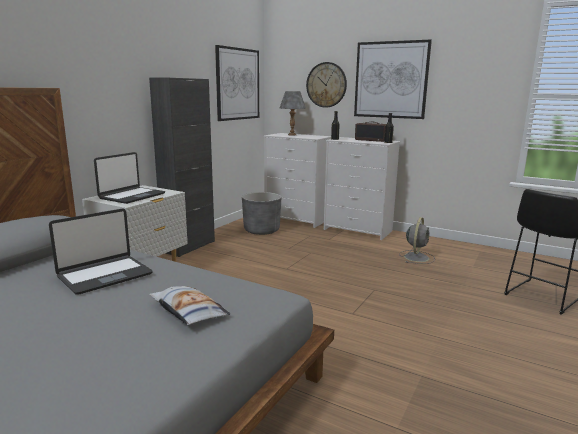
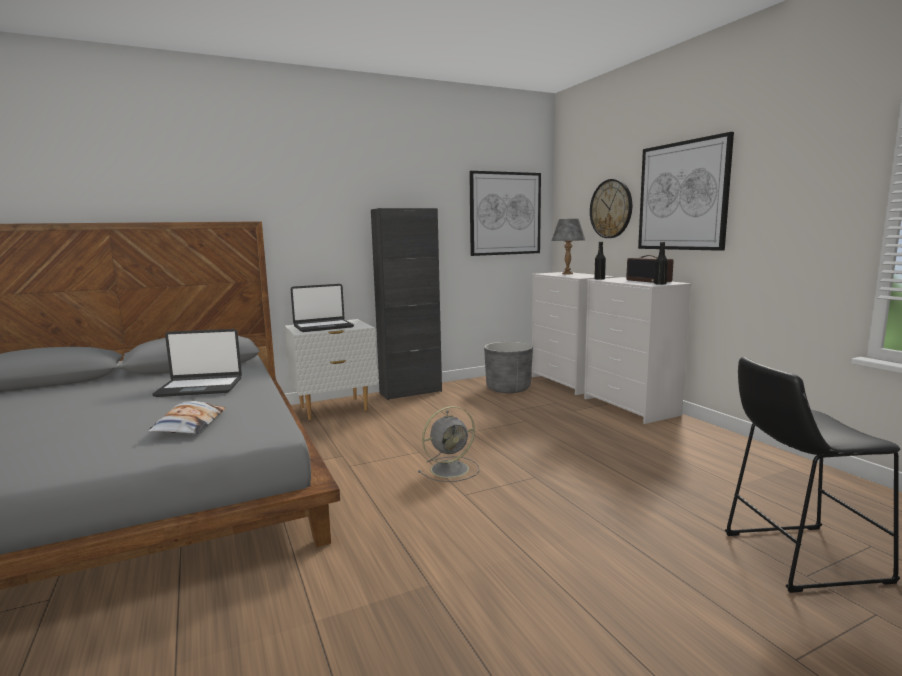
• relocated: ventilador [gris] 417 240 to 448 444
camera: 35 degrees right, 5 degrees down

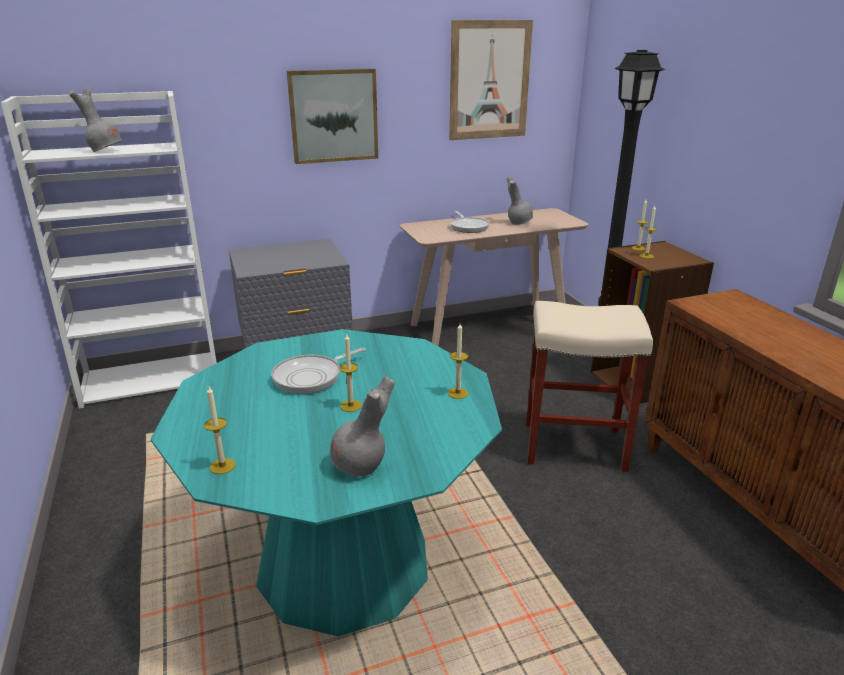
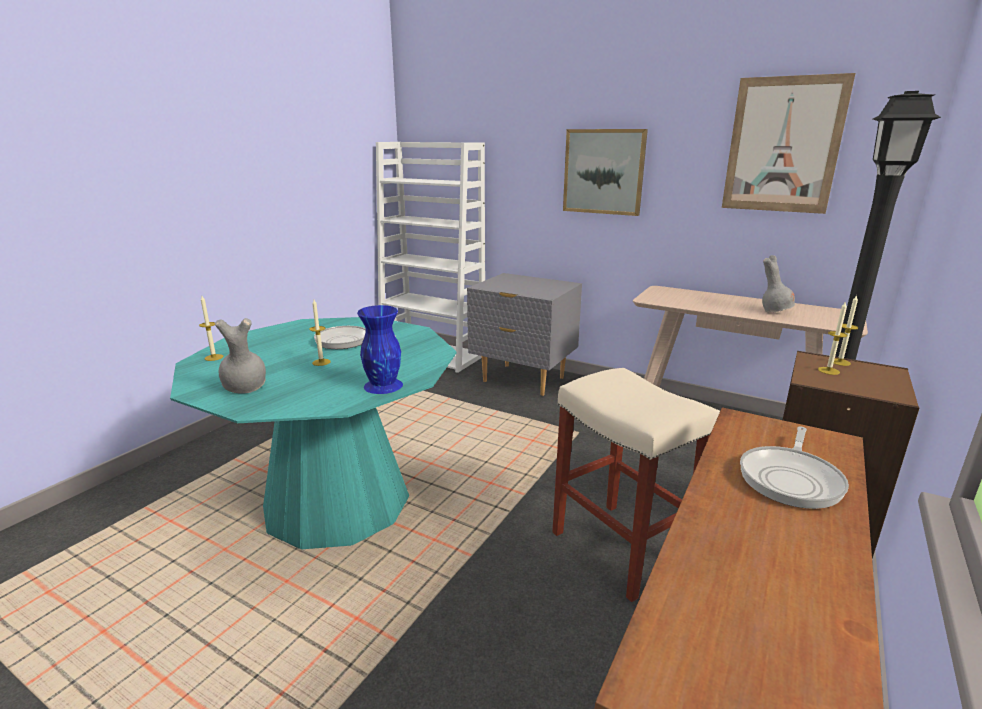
• missing: florero [gris] 95 120
• relocated: sartén 470 222 to 794 467
• exchanged: vela 458 361 to florero [azul] 380 349
camera: 50 degrees right, 5 degrees down

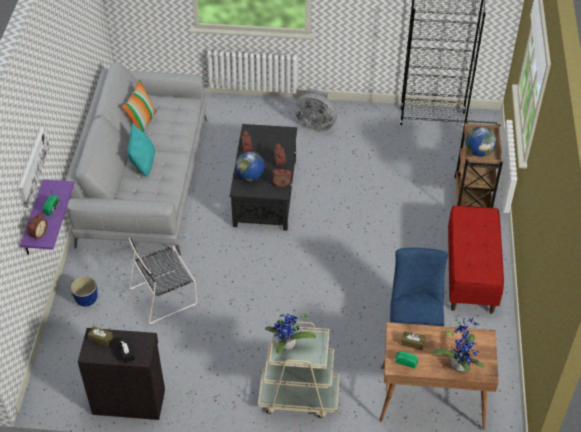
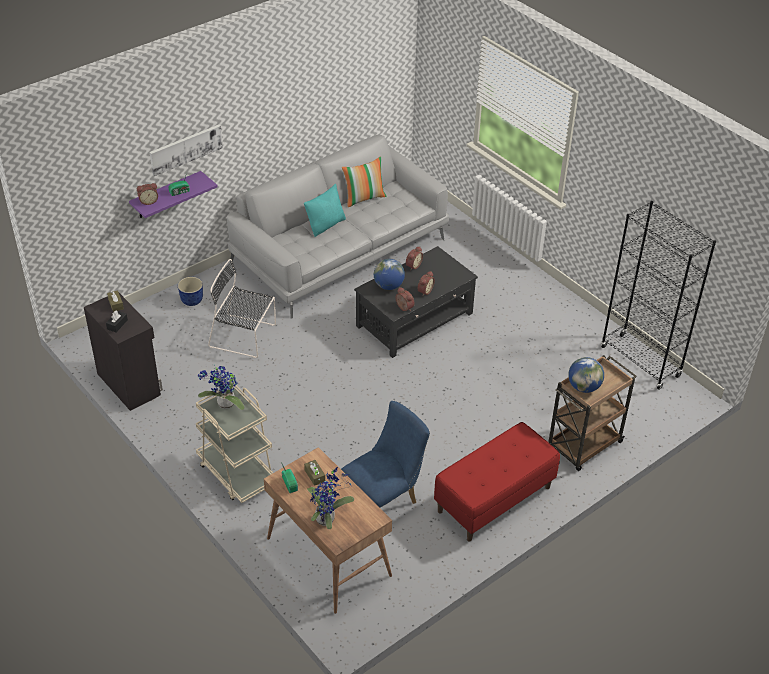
• missing: ventilador [gris] 316 109
camera: 45 degrees right, 5 degrees down

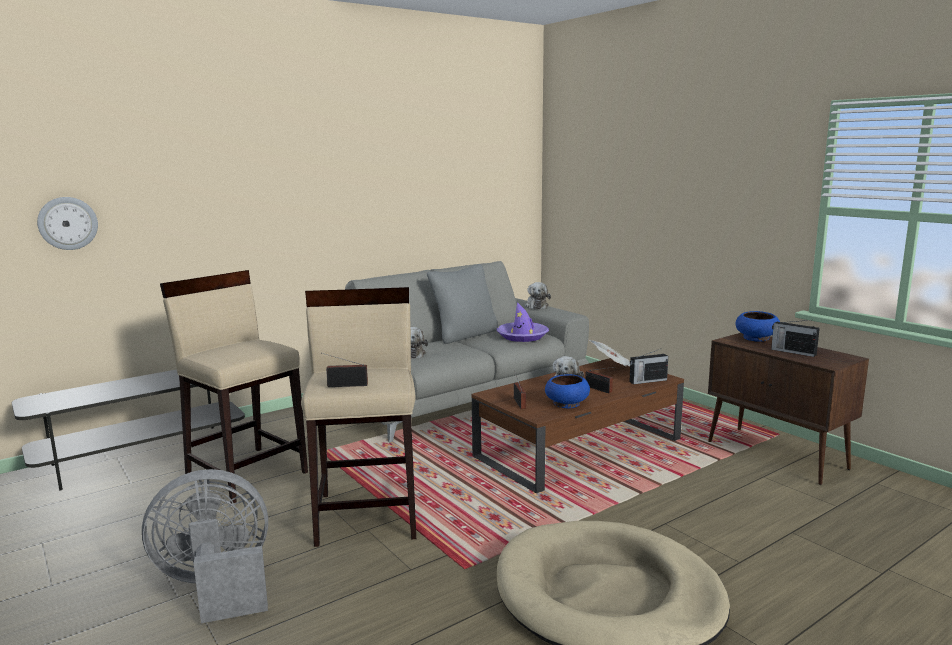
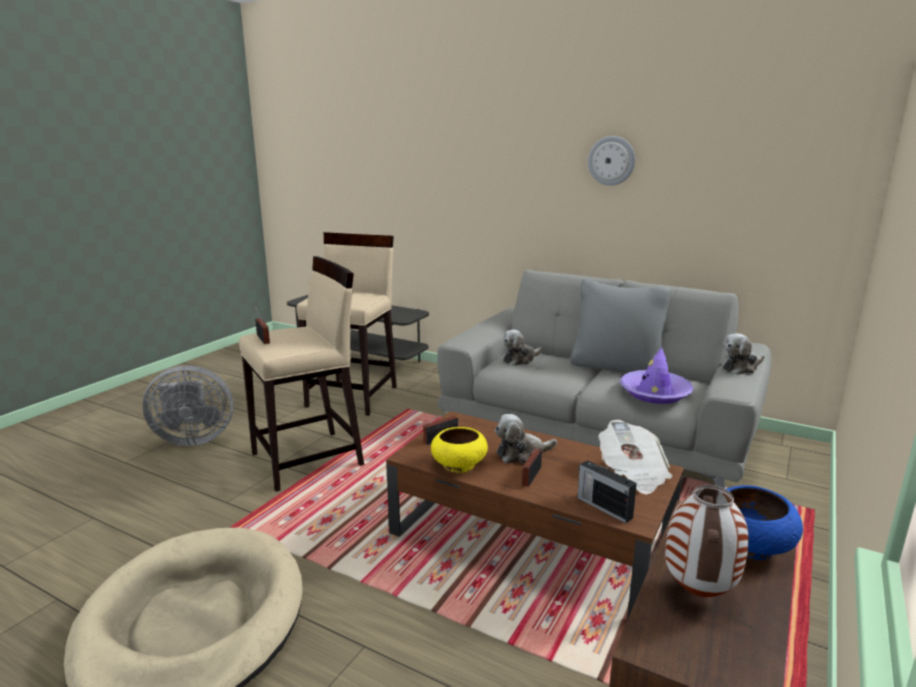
• relocated: reloj de pared 67 223 to 611 161
• exchanged: radio 795 338 to florero 706 540
• colour: cuenco [azul] 567 391 to cuenco [amarillo] 459 450
• spun: ventilador [gris] 205 546 = 187 405 120 degrees clockwise
camera: 65 degrees right, 5 degrees up

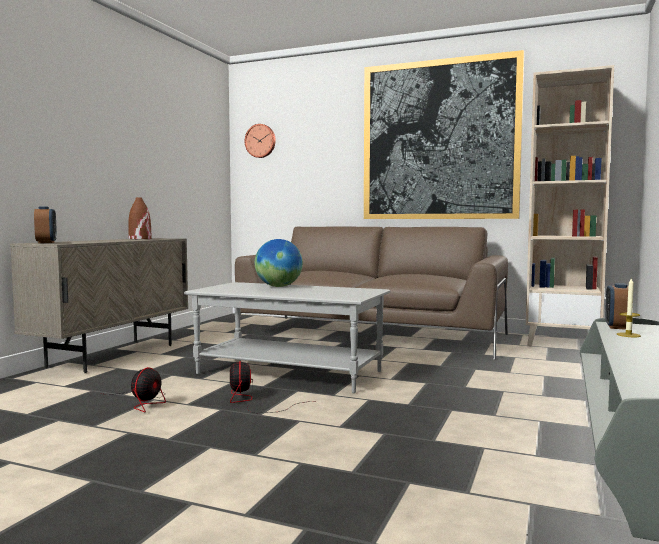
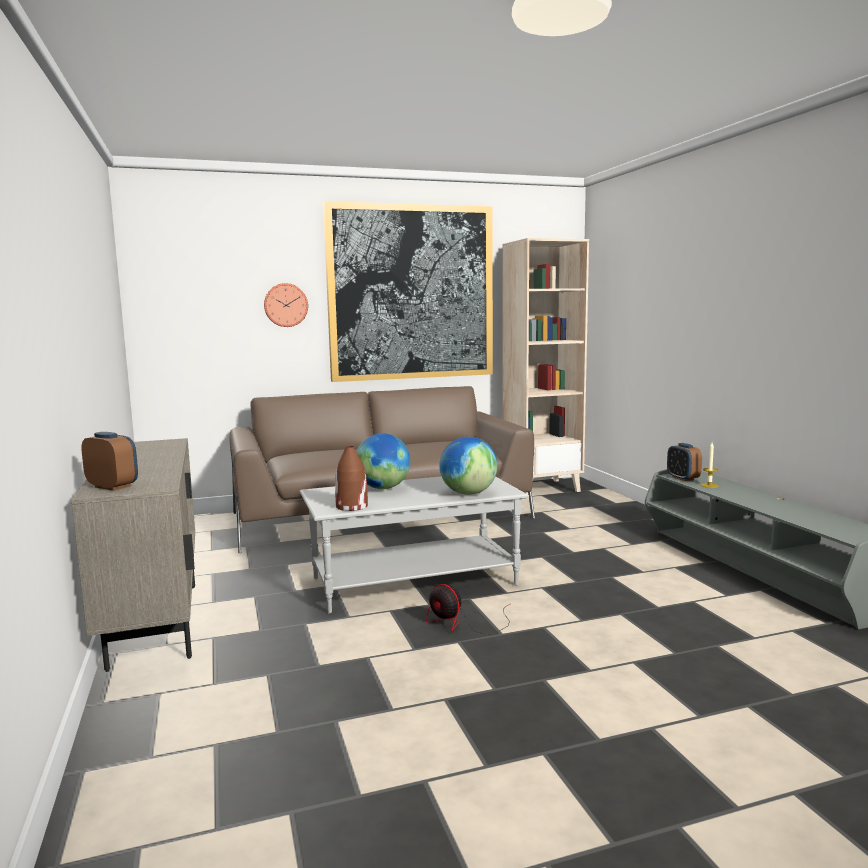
• missing: ventilador 133 389
• appeared: globo terráqueo 468 466
• relocated: florero [marrón] 139 218 to 351 478
• relocated: reloj de pared 260 141 to 286 305
camera: 40 degrees left, 5 degrees up

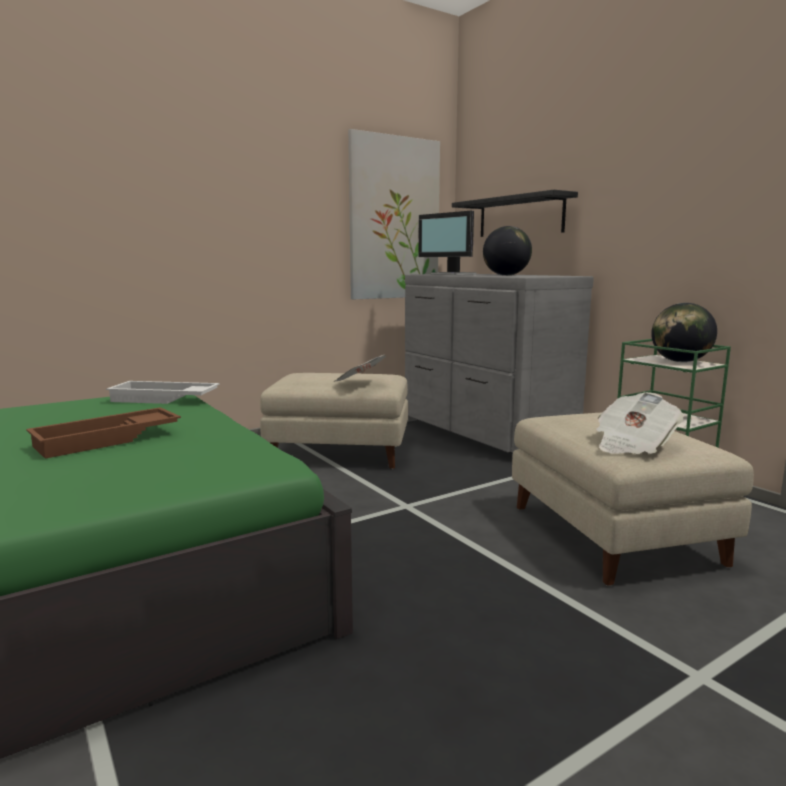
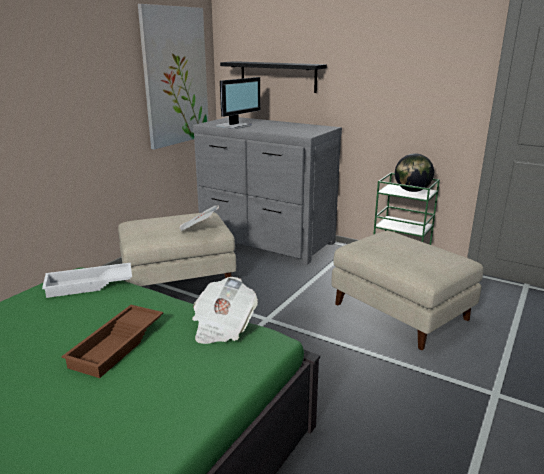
• missing: globo terráqueo 507 251
• relocated: periódico 639 423 to 225 310
• spun: monitor 447 243 = 238 103 75 degrees counterclockwise
camera: 25 degrees left, 10 degrees up

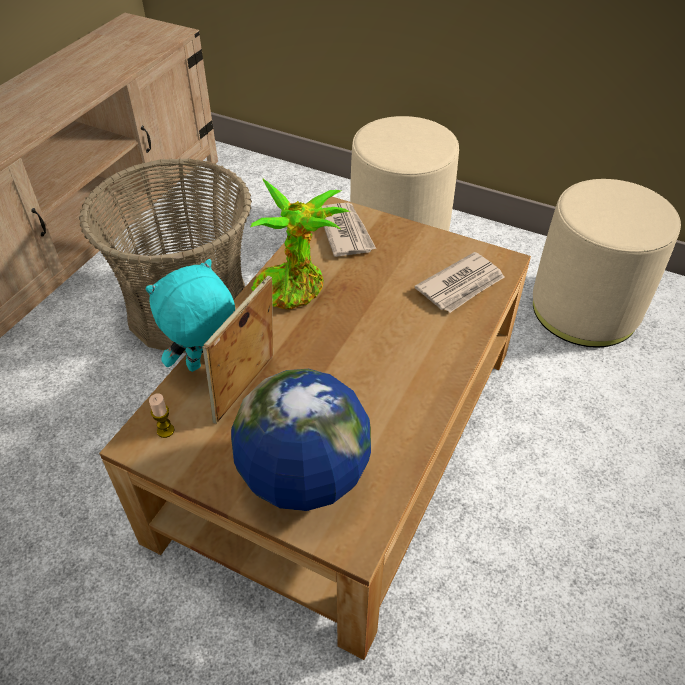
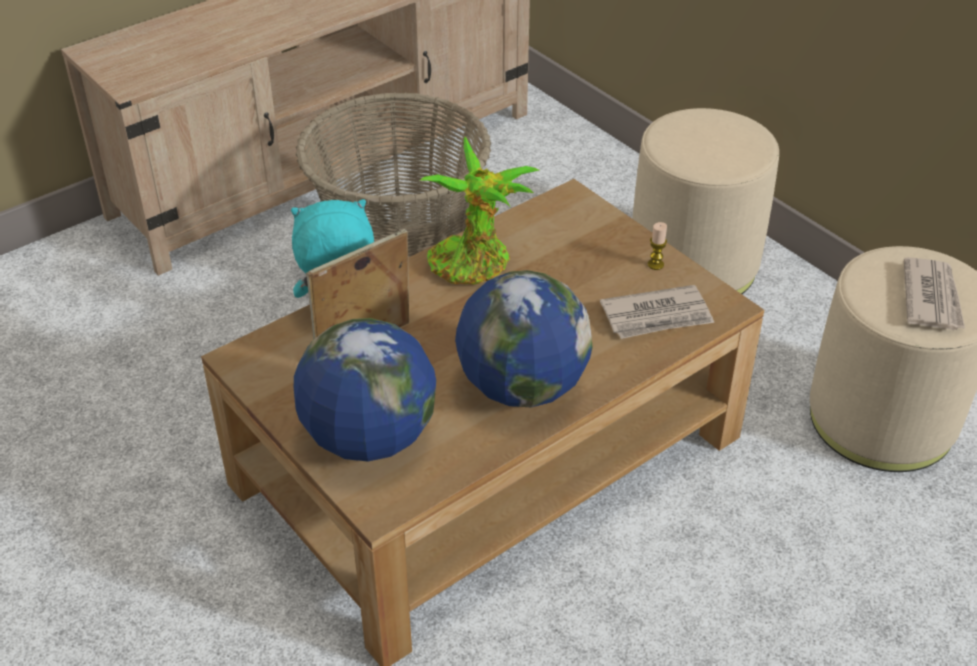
• appeared: globo terráqueo 524 338
• relocated: vela 162 415 to 657 246
• relocated: periódico 349 230 to 934 293
camera: 25 degrees right, 5 degrees down

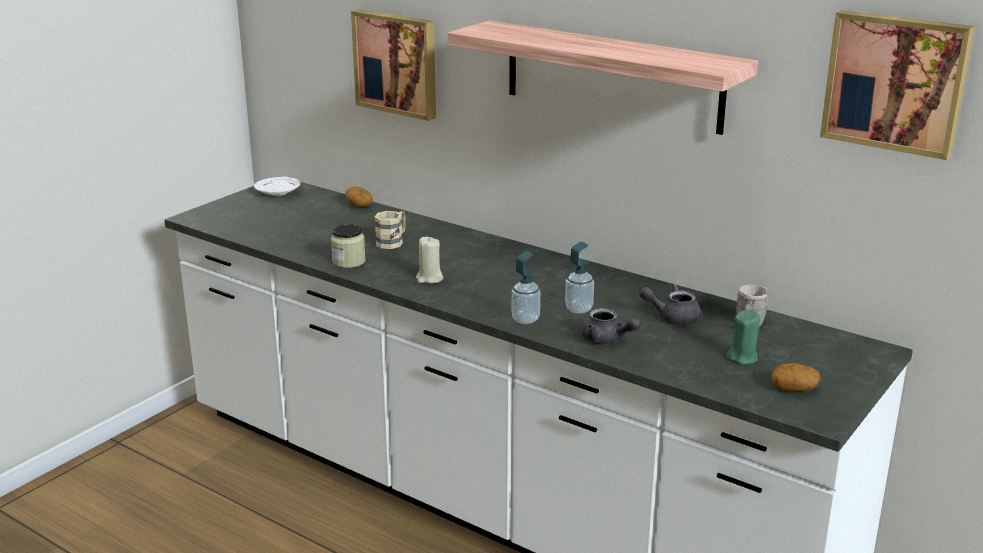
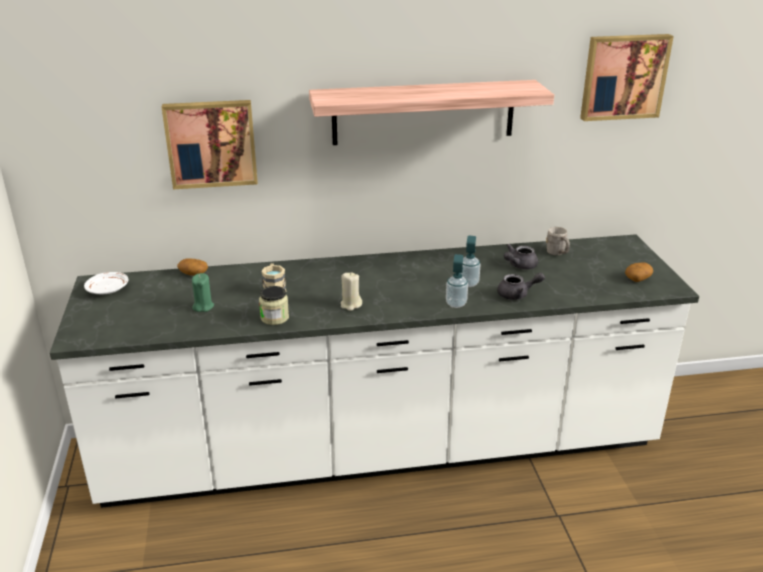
• relocated: vela [verde] 743 337 to 203 292
camera: 45 degrees left, 5 degrees up

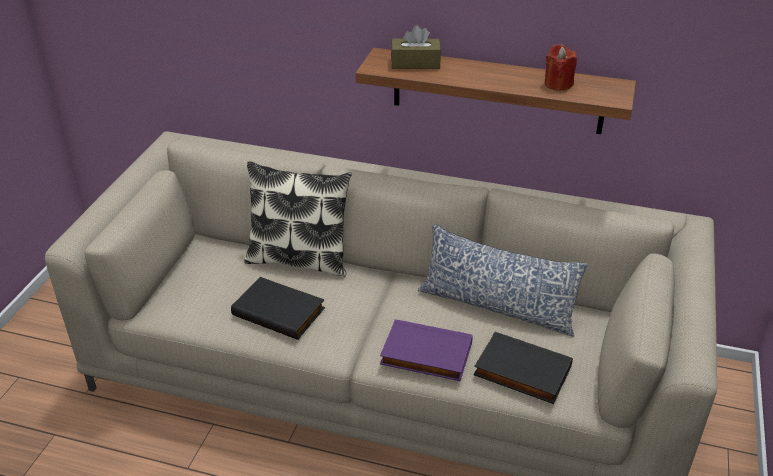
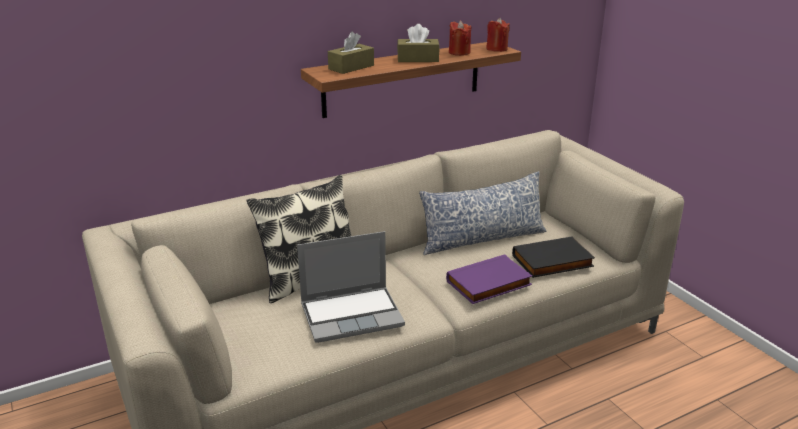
• appeared: caja de pañuelos [marrón] 418 43
• appeared: vela [rojo] 498 34
• exchanged: libro [negro] 278 308 to portátil 351 287
camera: 45 degrees left, 10 degrees down

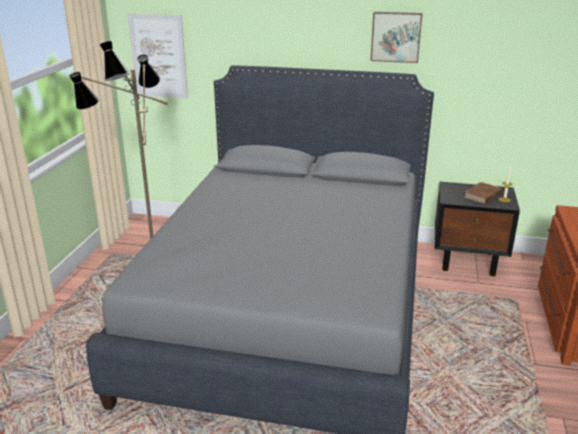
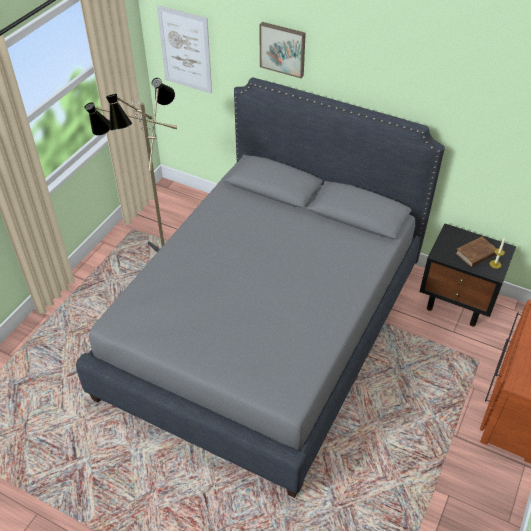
• relocated: cuadro 396 37 to 282 50
camera: 15 degrees right, 20 degrees up

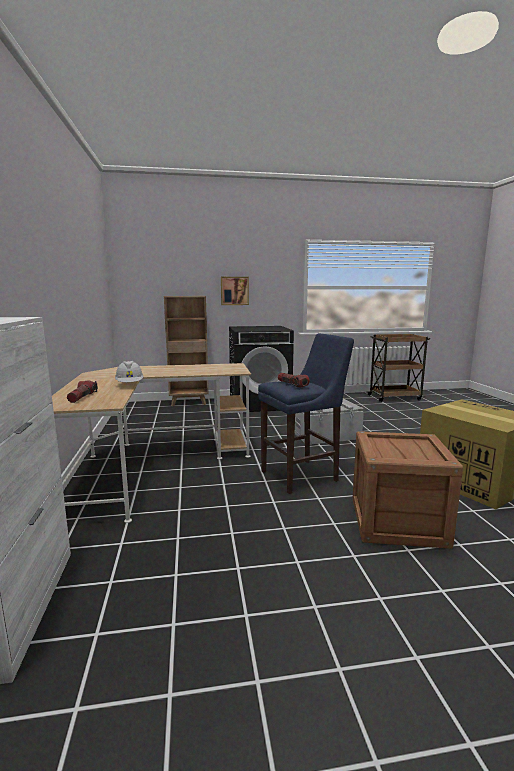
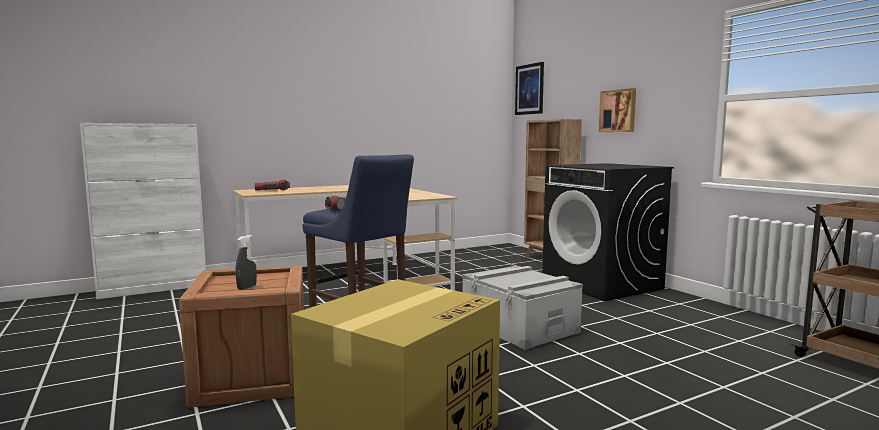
• missing: casco [blanco] 129 371
• appeared: pulverizador [gris] 246 262
• appeared: cuadro 529 88
camera: 70 degrees right, 5 degrees down

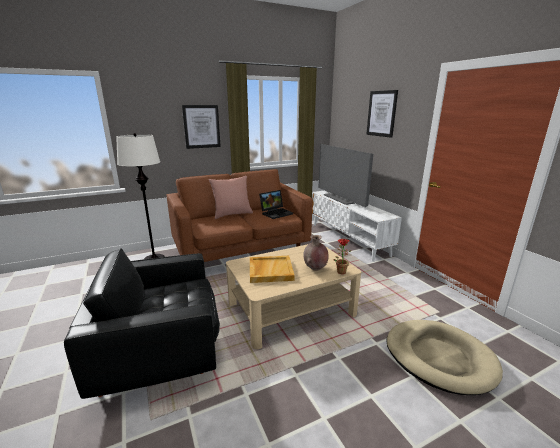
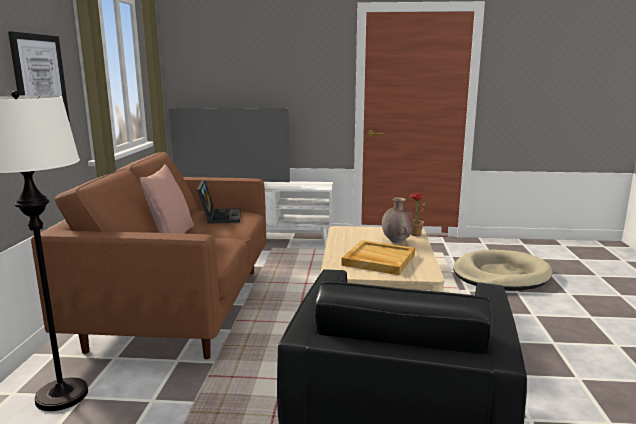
• missing: cuadro 382 114
camera: 60 degrees left, 5 degrees down

